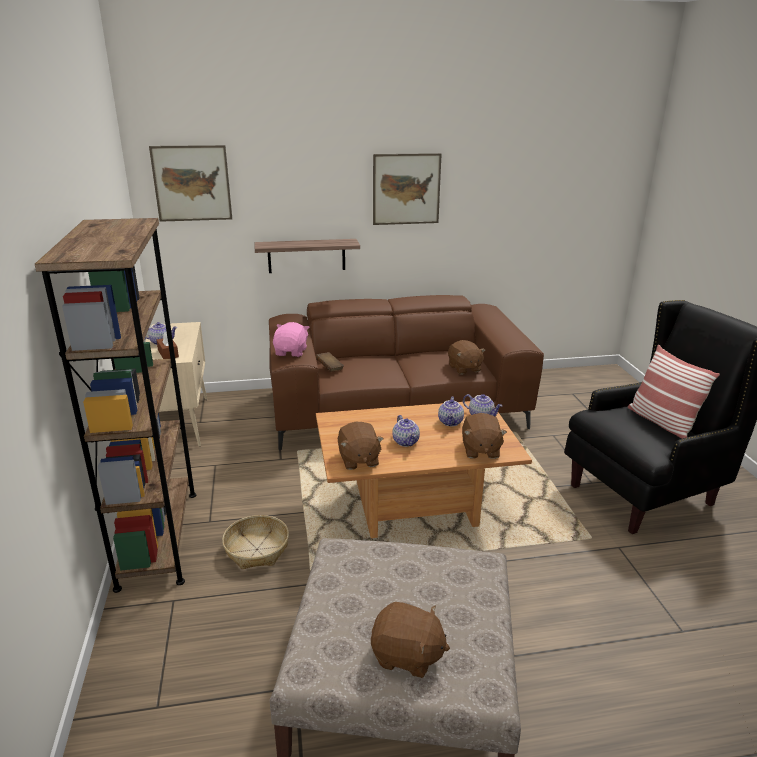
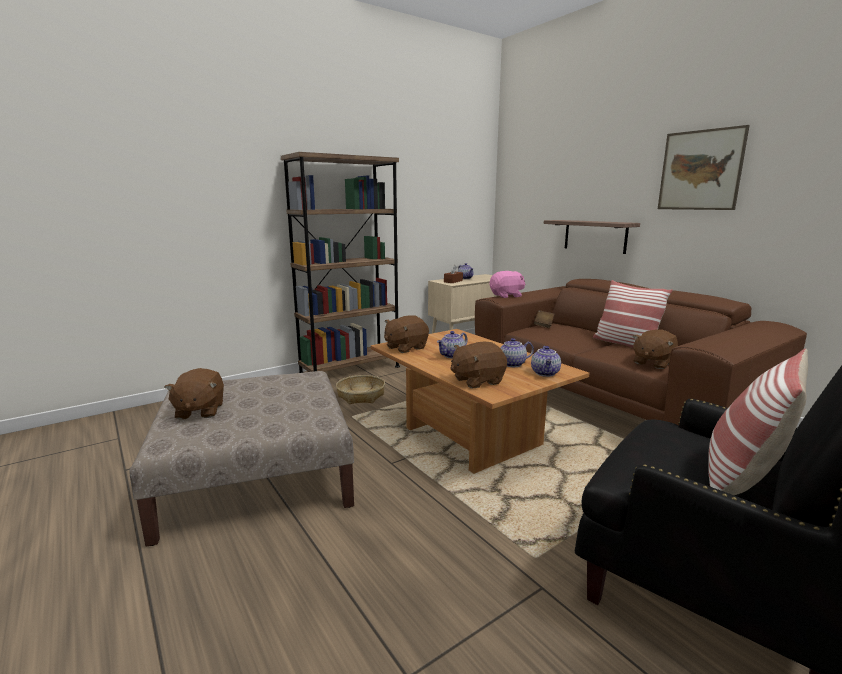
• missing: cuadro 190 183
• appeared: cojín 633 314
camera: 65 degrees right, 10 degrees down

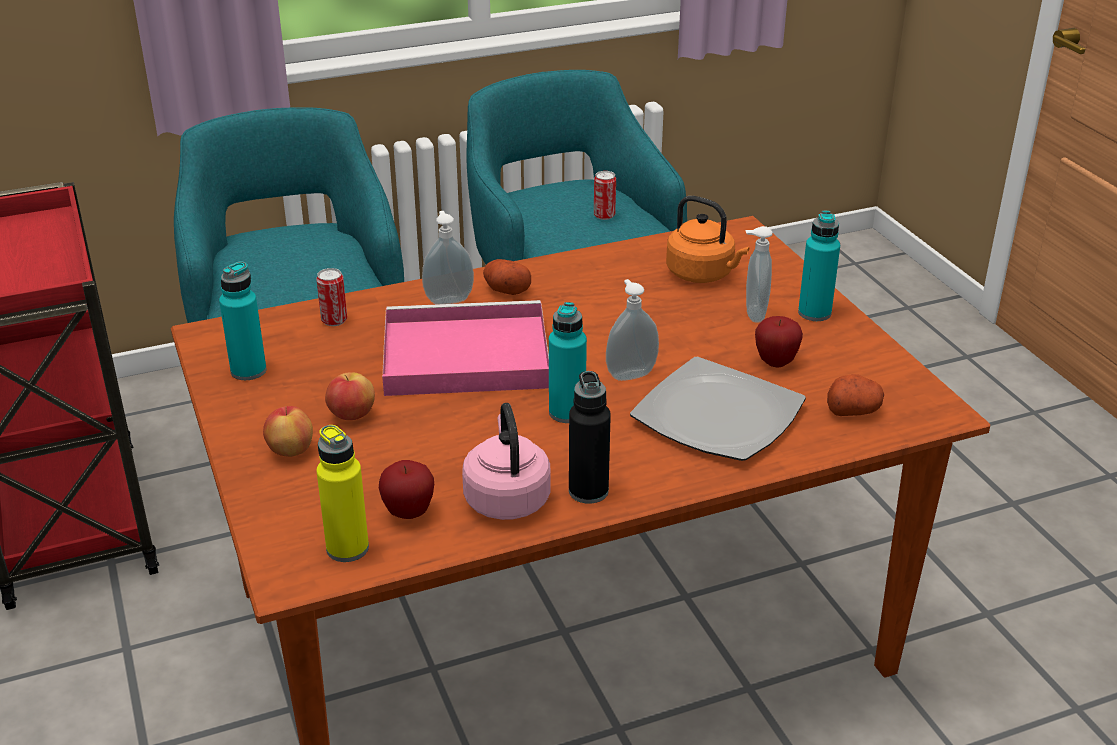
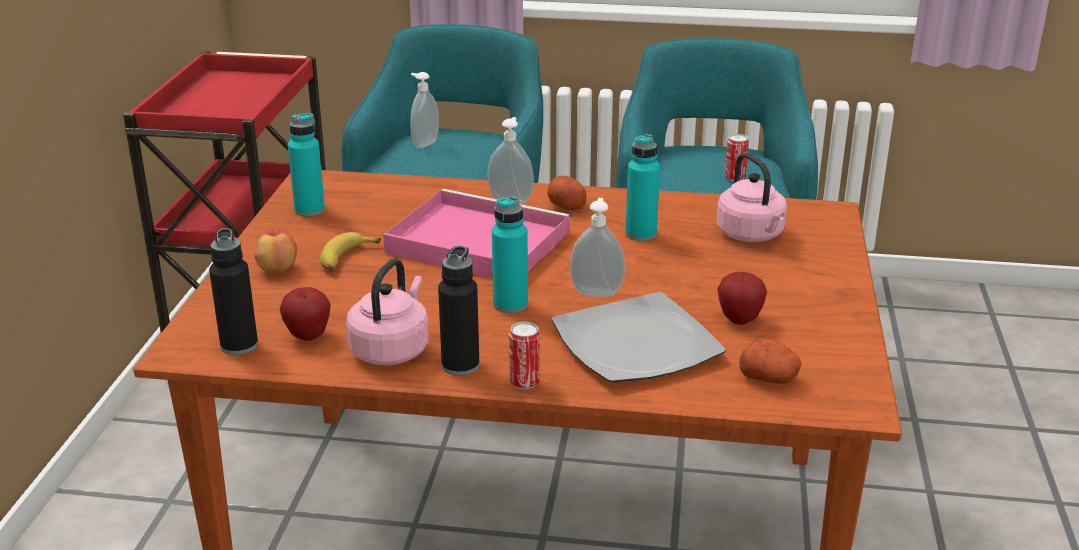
• relocated: lata 331 297 to 524 355
• relocated: dispensador de jabón 759 274 to 425 110
• relocated: botella [turquesa] 819 266 to 642 187
• exchanged: manzana 350 396 to plátano 350 251
• colour: botella [amarillo] 342 493 to botella [negro] 233 291
• colour: hervidor [naranja] 707 239 to hervidor [rosa] 751 197
camera: 30 degrees right, 5 degrees down

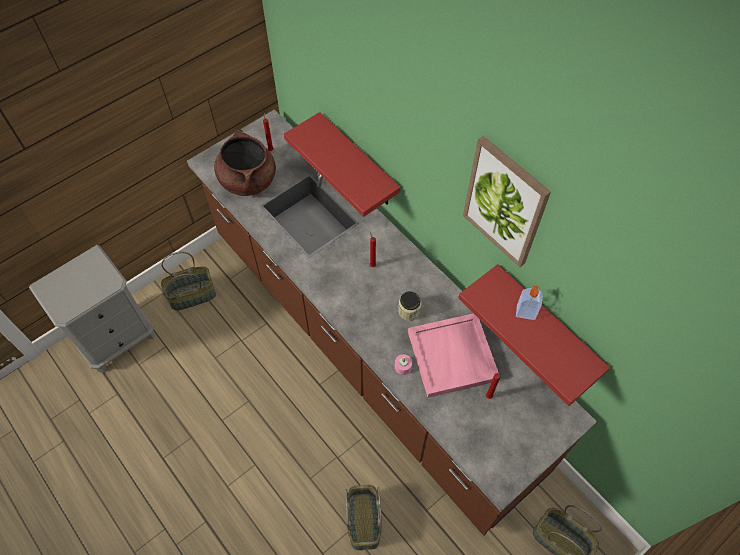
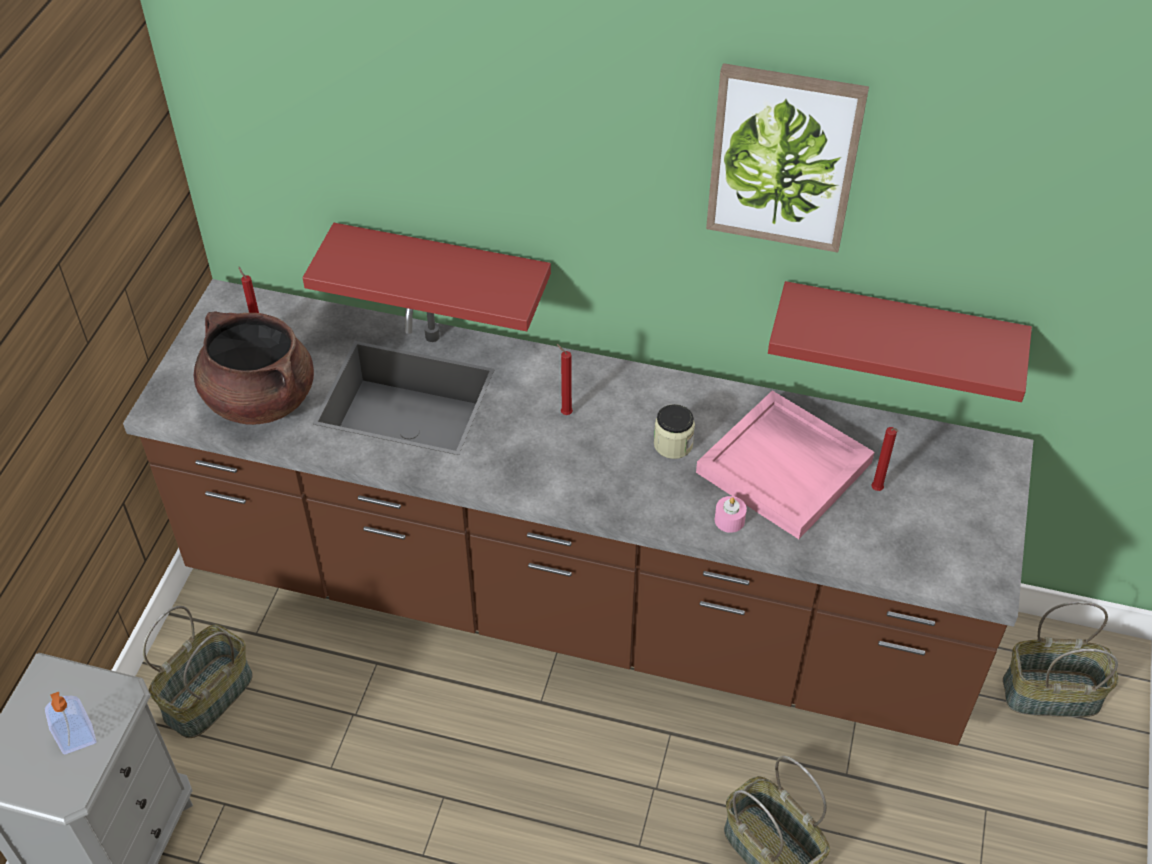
• relocated: dispensador de jabón 529 303 to 70 723
camera: 35 degrees left, 10 degrees down

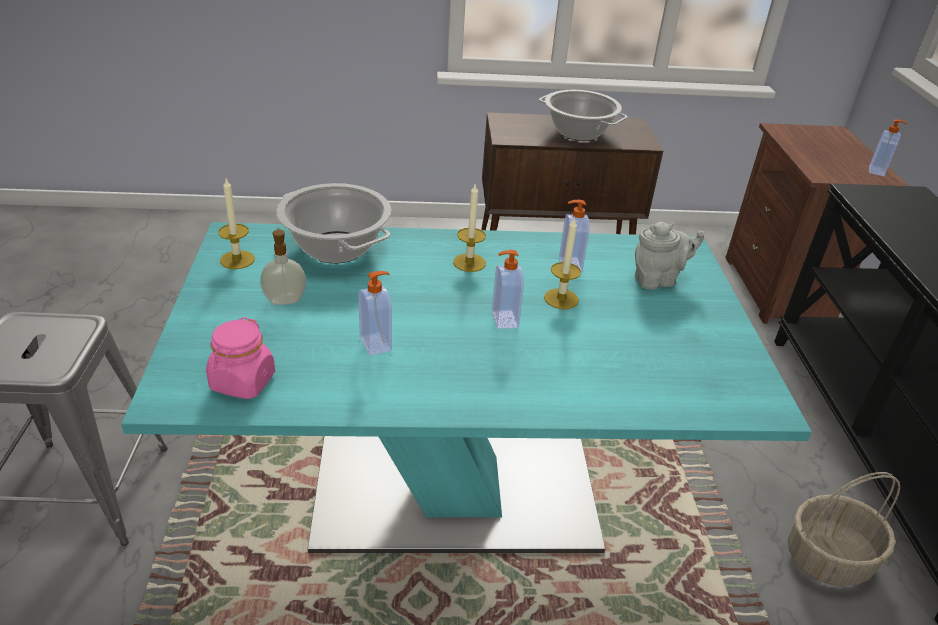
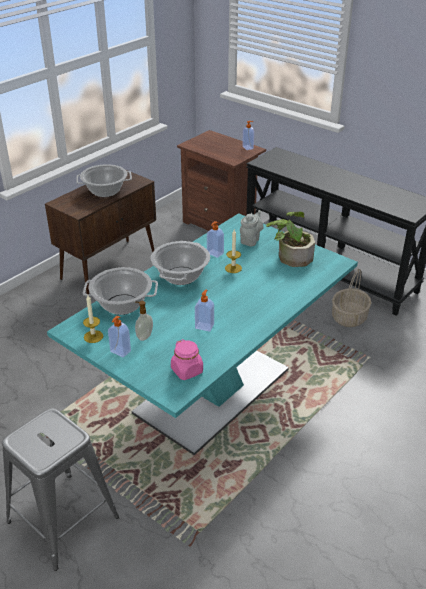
• appeared: planta en maceta 290 239
• relocated: dispensador de jabón 508 289 to 119 337
• exchanged: vela 469 228 to olla 180 263
camera: 45 degrees left, 0 degrees up

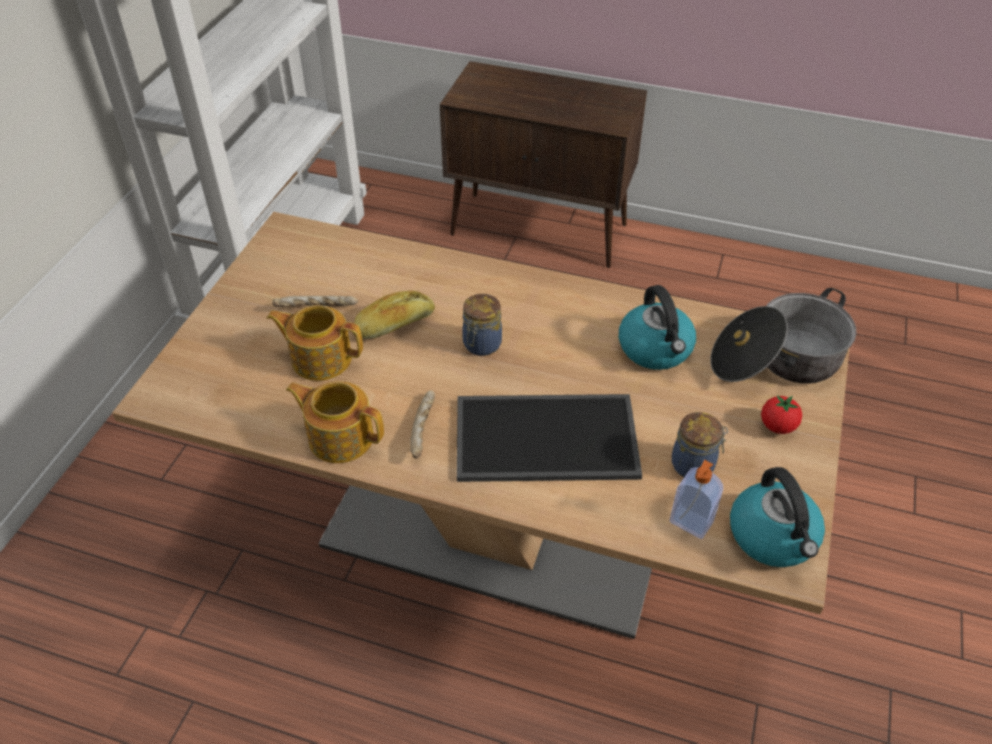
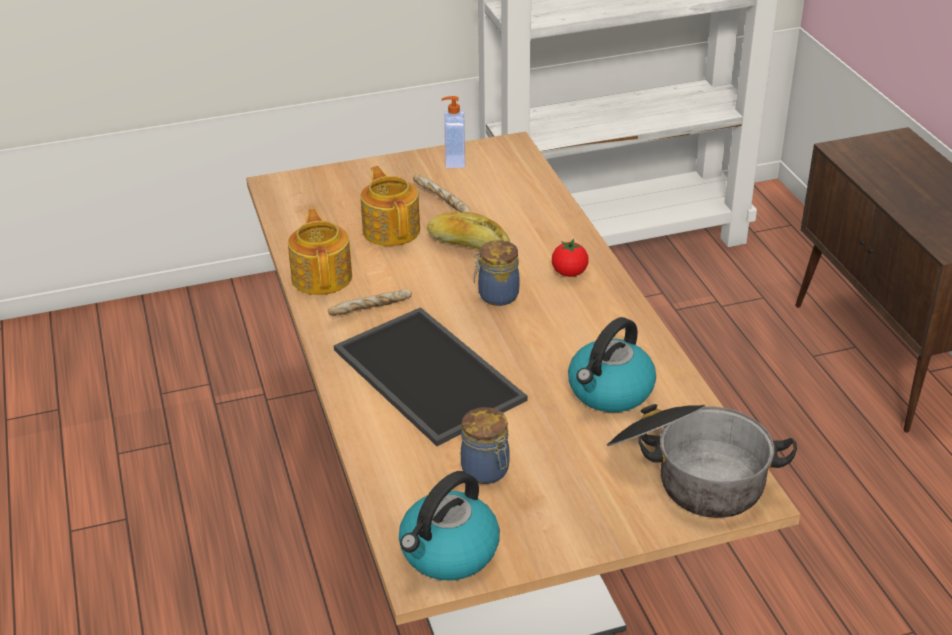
• relocated: dispensador de jabón 696 499 to 453 132
• relocated: tomate 781 414 to 570 258
camera: 55 degrees right, 10 degrees down

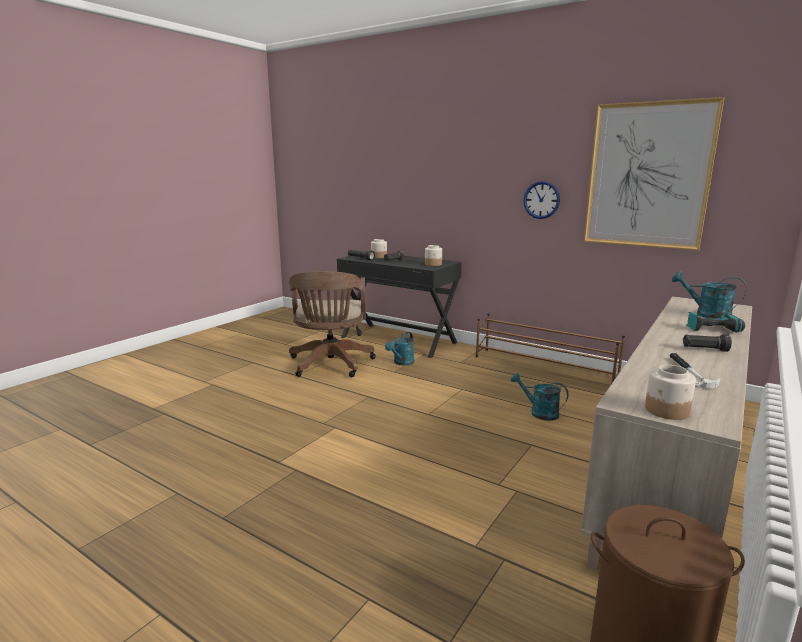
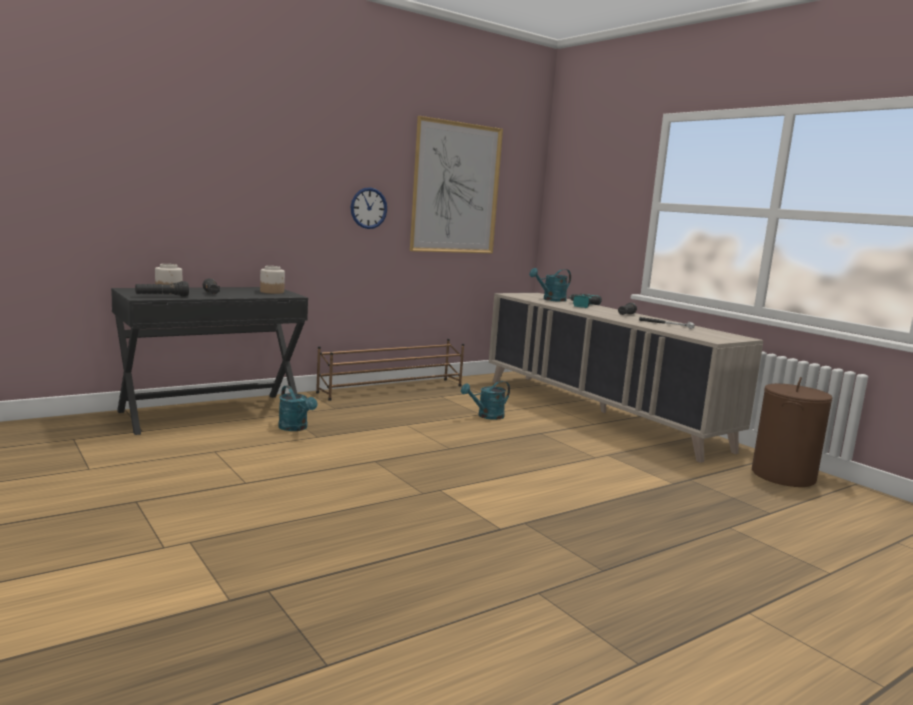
• missing: silla de oficina [marrón] 332 324
• missing: tarro 670 392
camera: 70 degrees left, 5 degrees down

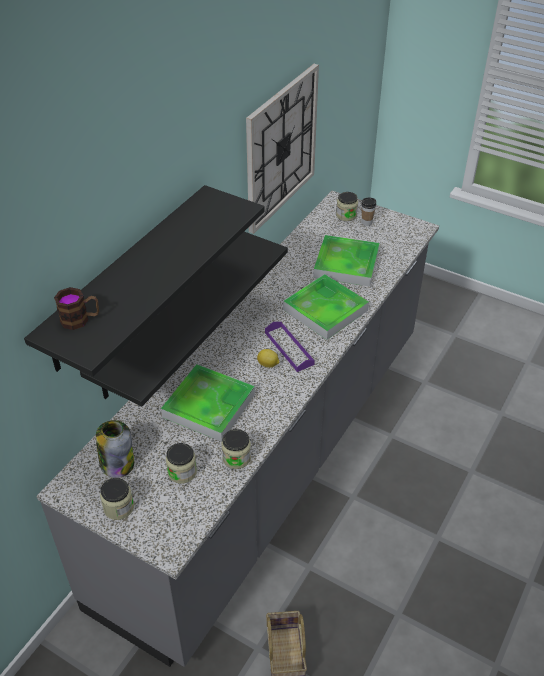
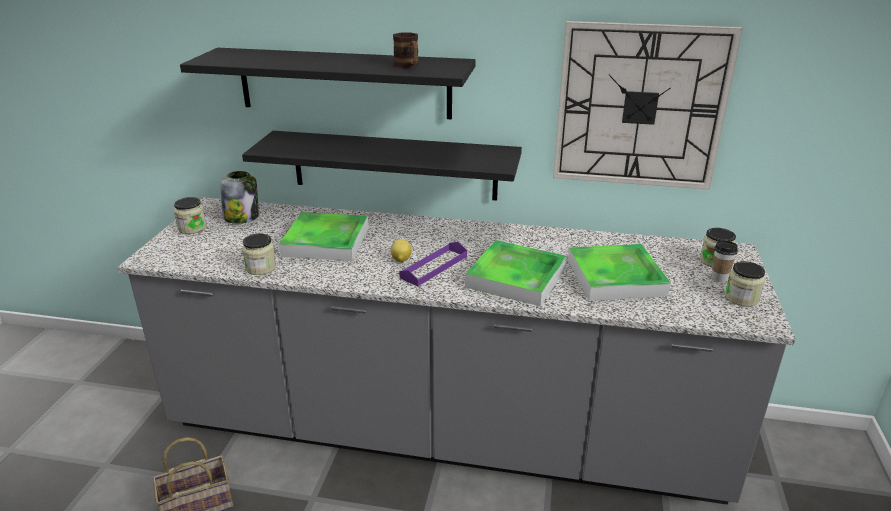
• relocated: taza grande 76 308 to 405 50
• relocated: tarro 181 463 to 745 284
camera: 70 degrees right, 15 degrees down

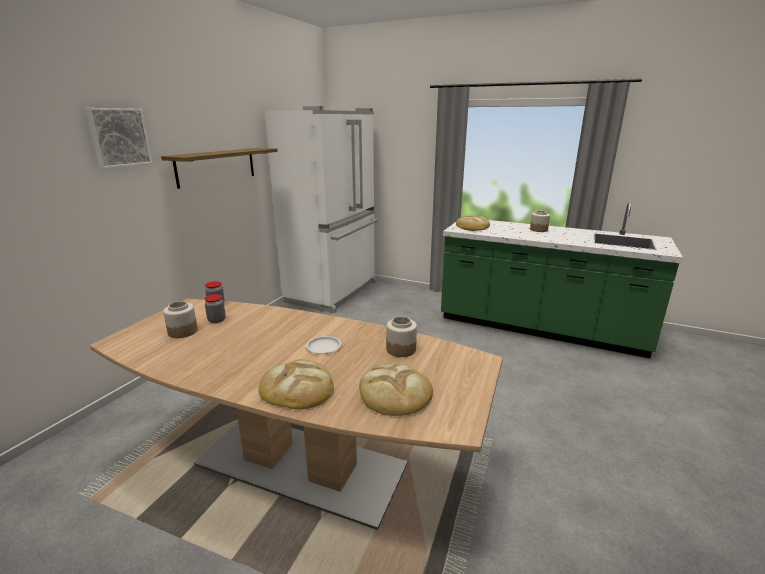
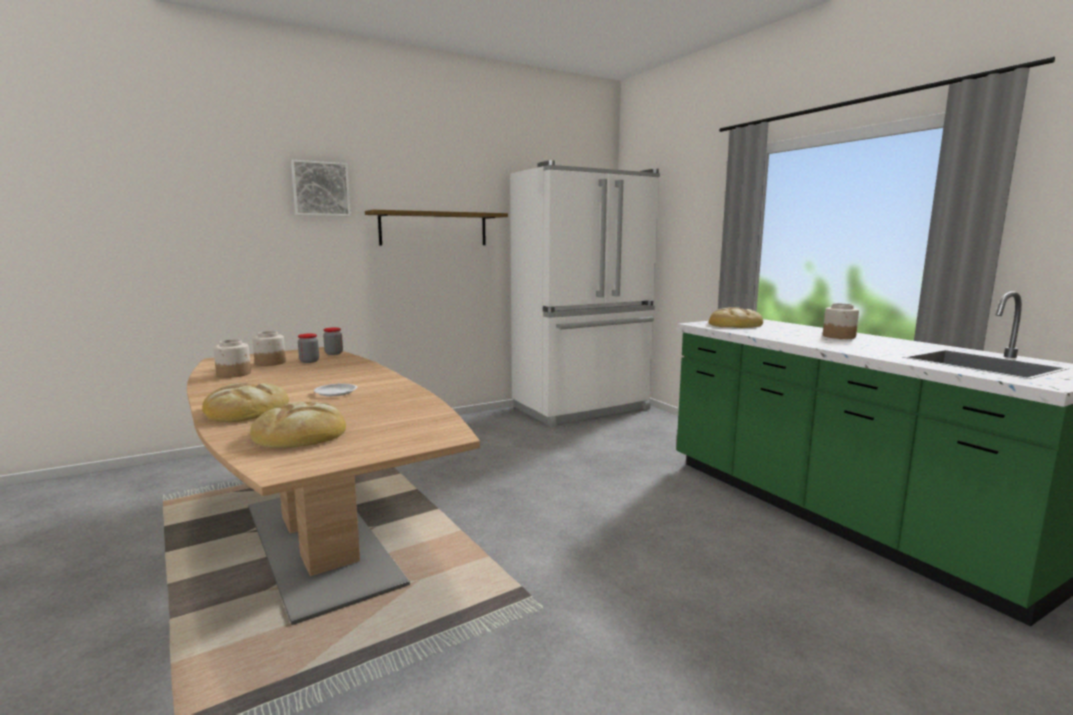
• relocated: tarro 401 336 to 232 358
camera: 35 degrees right, 10 degrees down

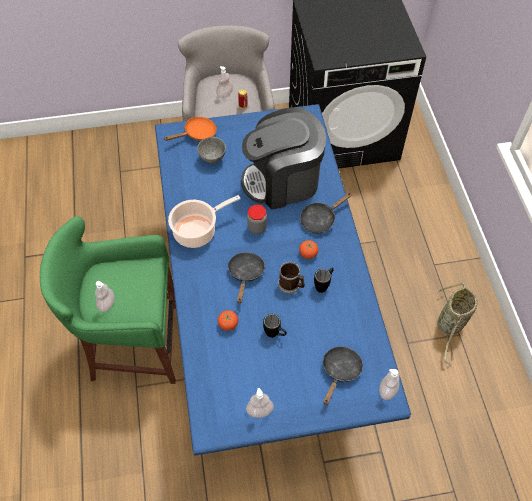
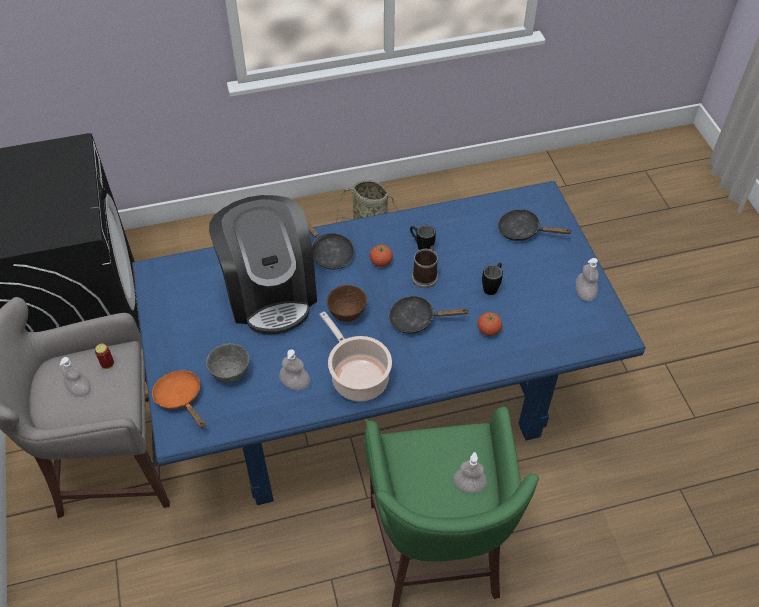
• relocated: dispensador de jabón 389 384 to 294 369
• exchanged: tarro 257 219 to cuenco [marrón] 347 303
camera: 95 degrees left, 5 degrees down

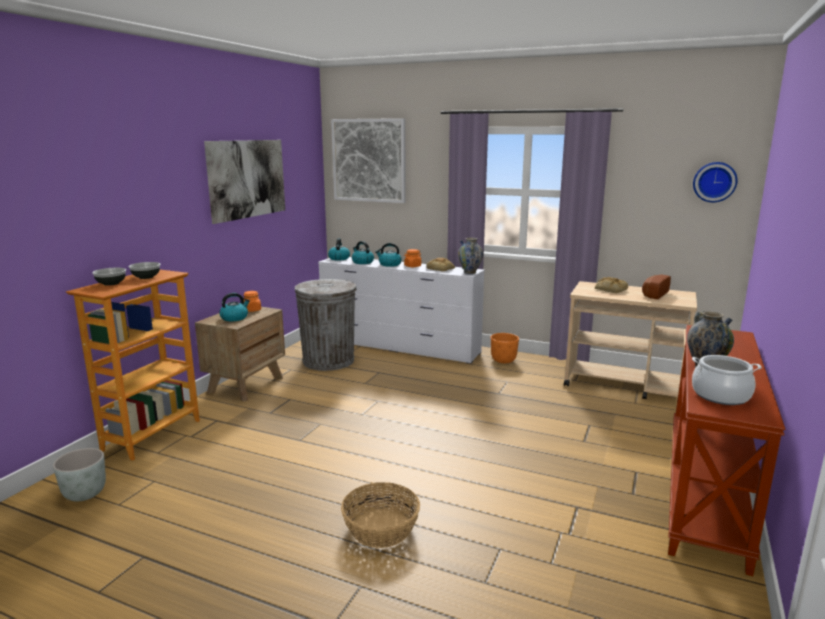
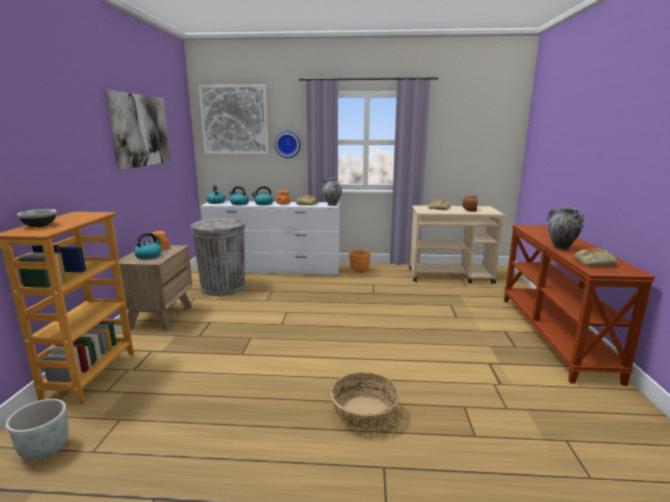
• missing: cuenco 144 270
• relocated: reloj de pared 715 182 to 287 144
• exchanged: olla 727 380 to pan 595 257
camera: 20 degrees left, 0 degrees up

